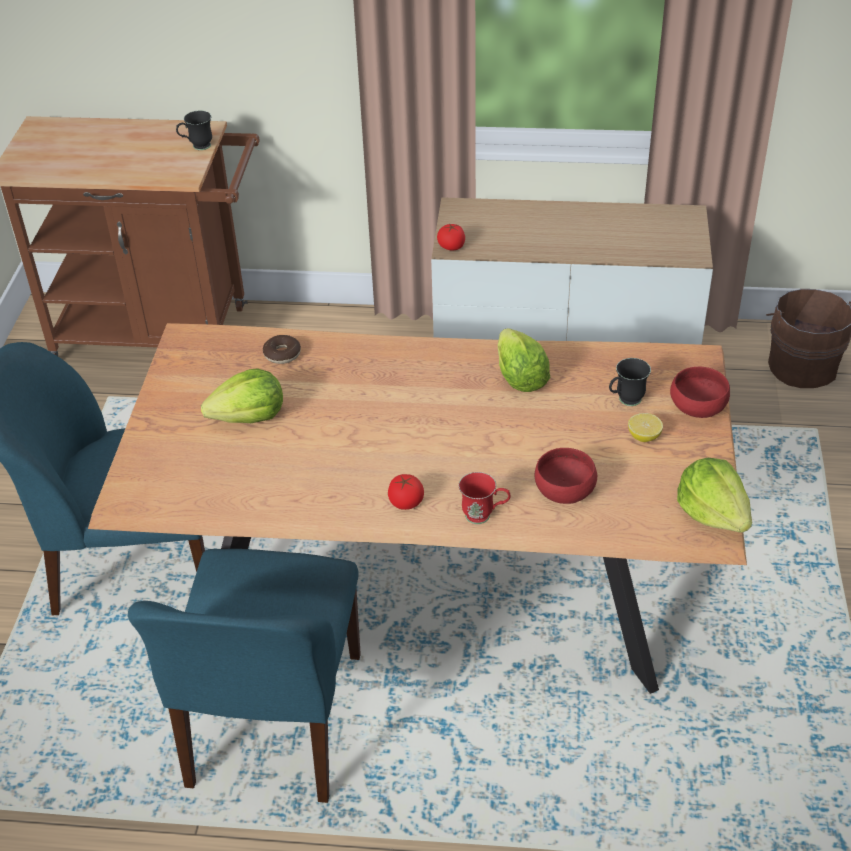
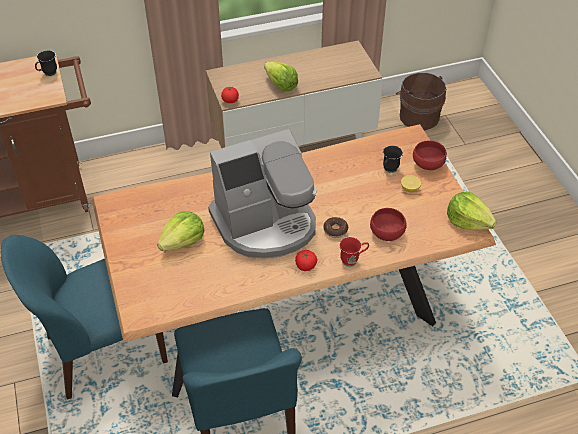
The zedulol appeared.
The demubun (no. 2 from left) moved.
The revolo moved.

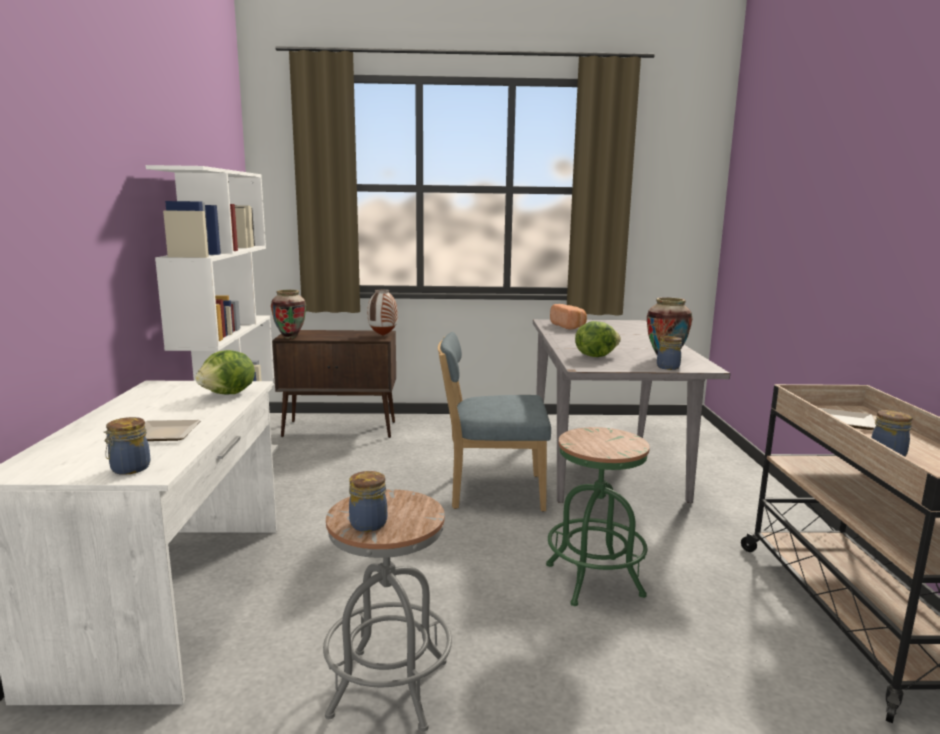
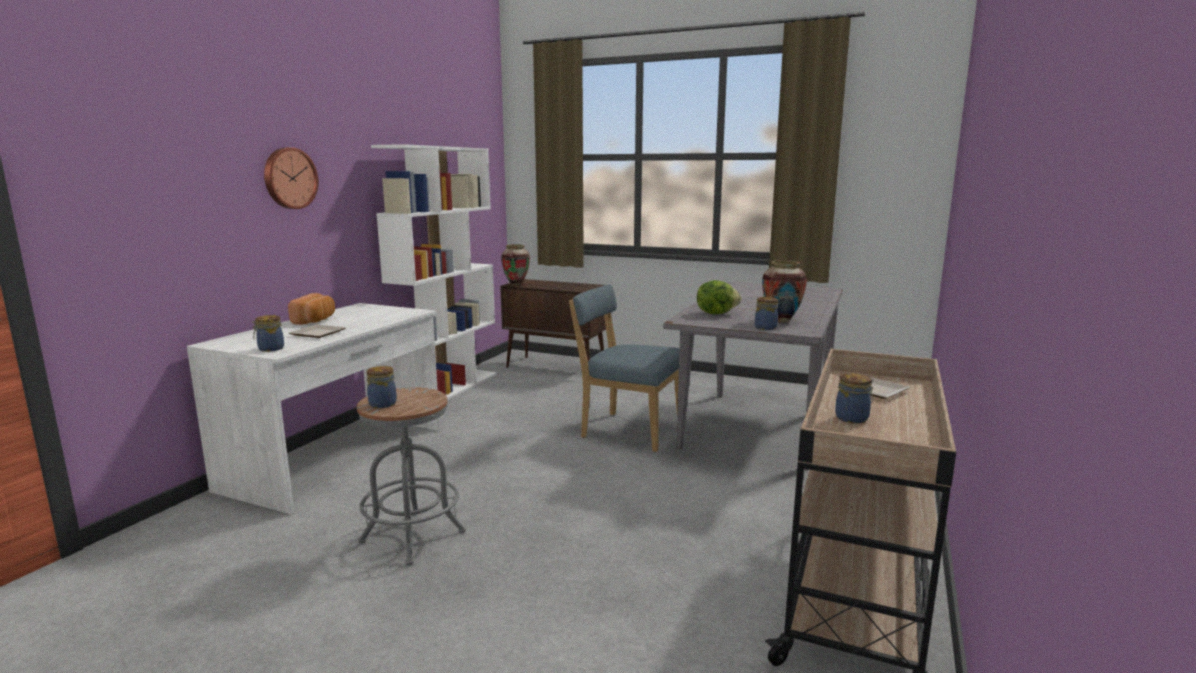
The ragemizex appeared.
The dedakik moved.
The demubun (no. 1 from left) disappeared.
The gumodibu (no. 2 from left) disappeared.
The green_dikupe disappeared.

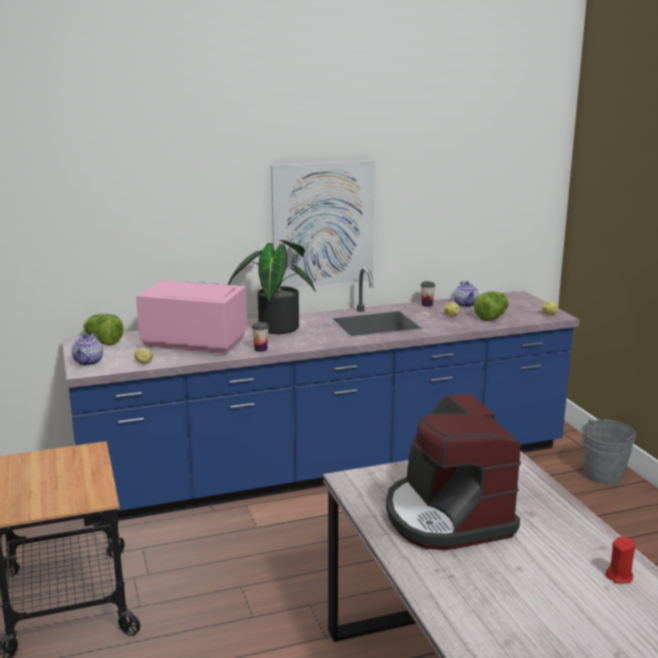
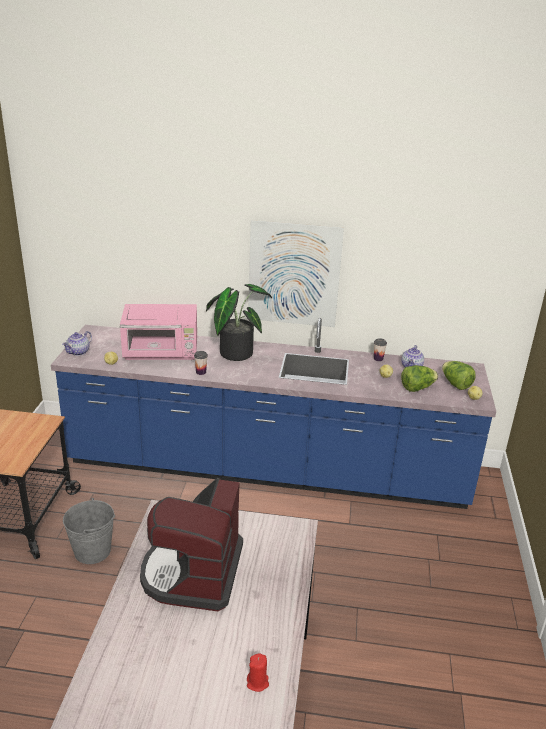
The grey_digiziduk moved.
The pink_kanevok turned 135 degrees clockwise.
The demubun (no. 1 from left in the first image) moved.

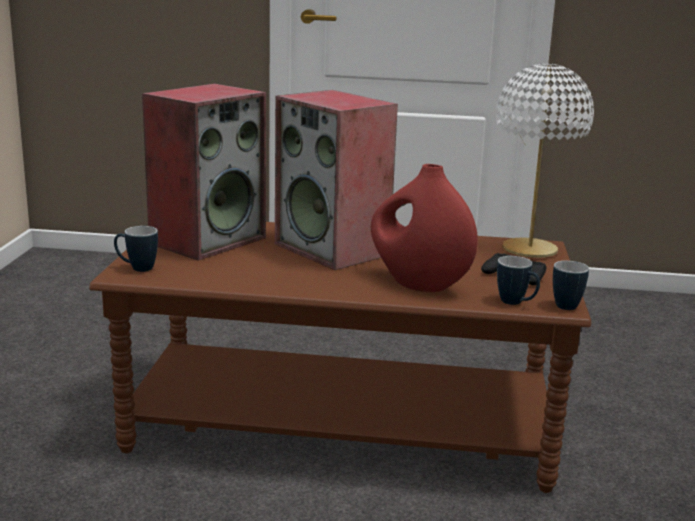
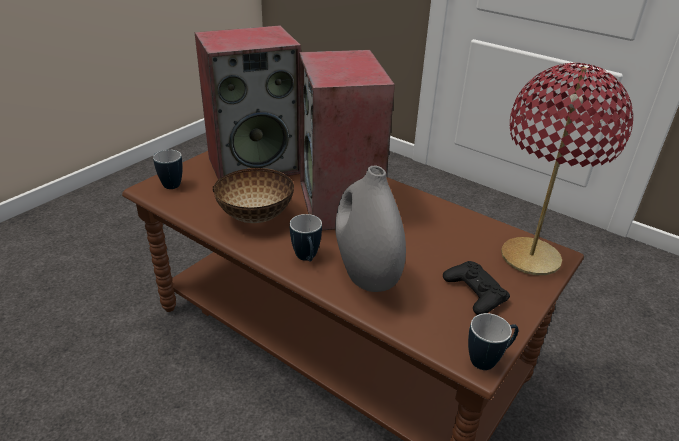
The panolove appeared.
The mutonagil (no. 2 from left) moved.
The red_gumodibu became the grey_gumodibu.
The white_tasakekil became the red_tasakekil.

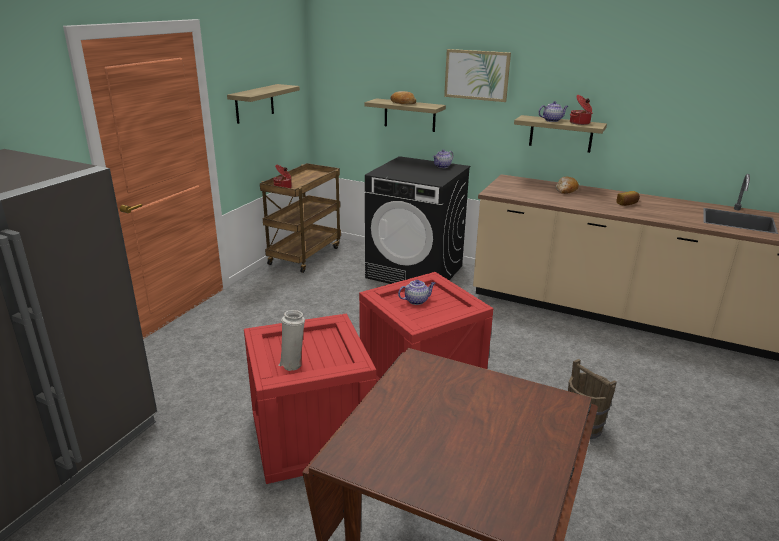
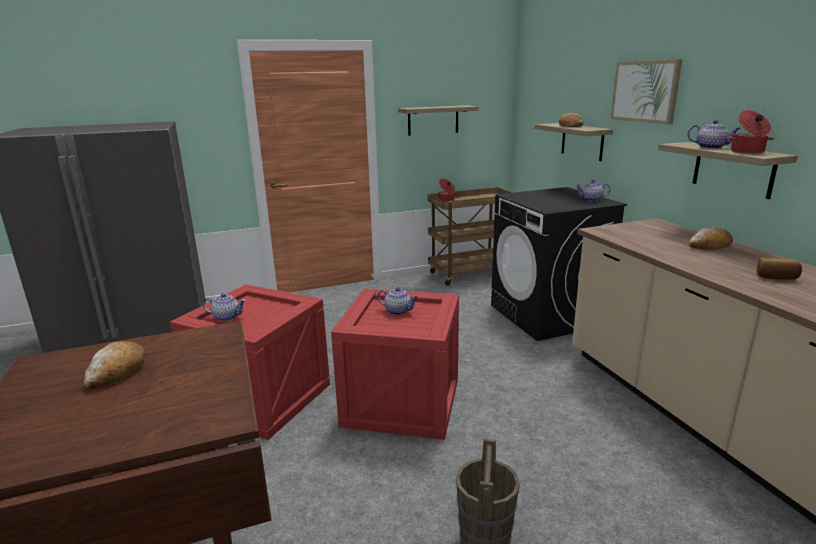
The dedakik (no. 1 from left) appeared.
The white_gumodibu was replaced by the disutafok (no. 1 from left).

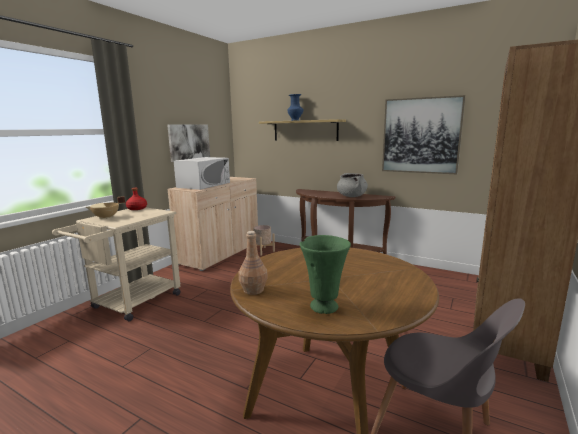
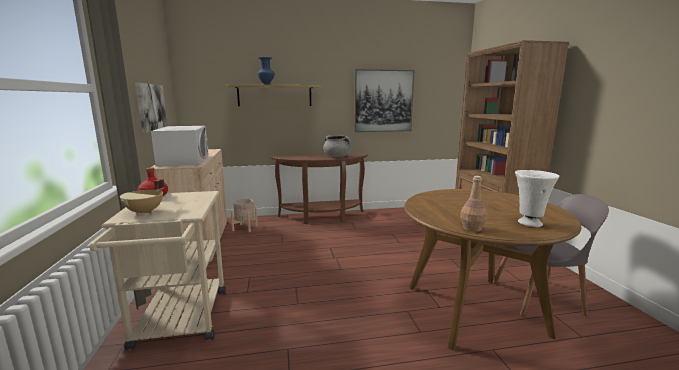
The green_gumodibu became the white_gumodibu.

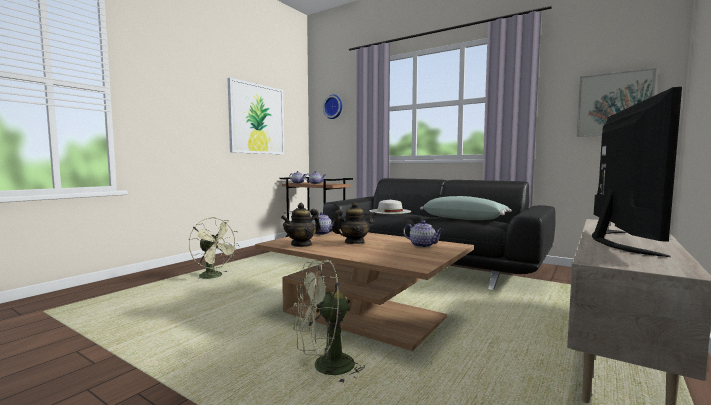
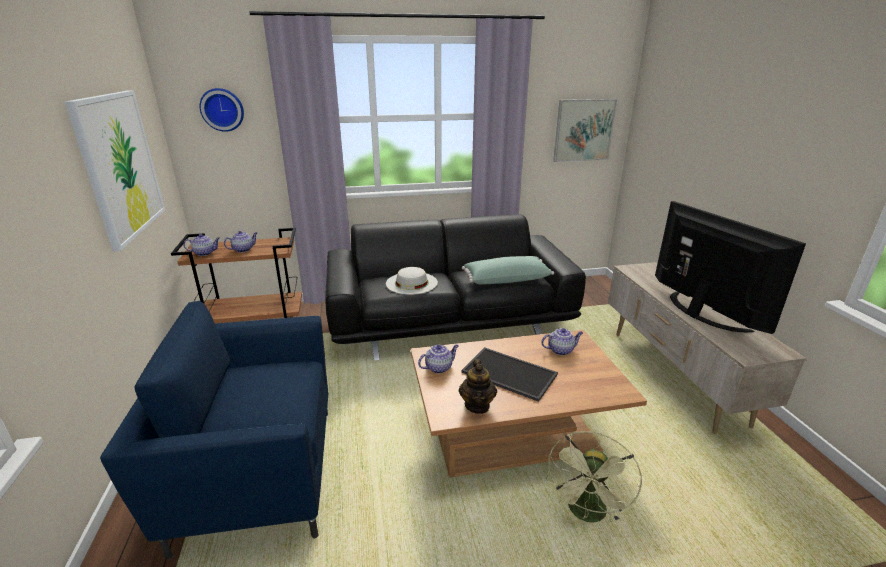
The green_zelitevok (no. 1 from left) was replaced by the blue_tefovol.
The disutafok (no. 5 from left) was replaced by the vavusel.

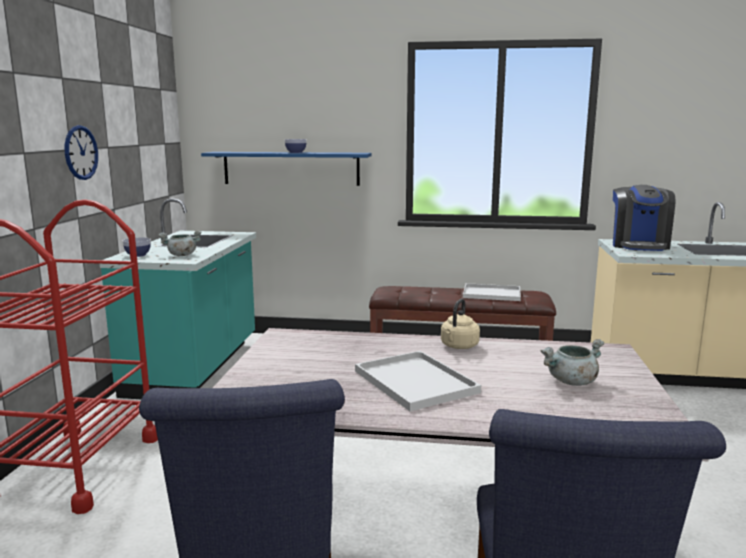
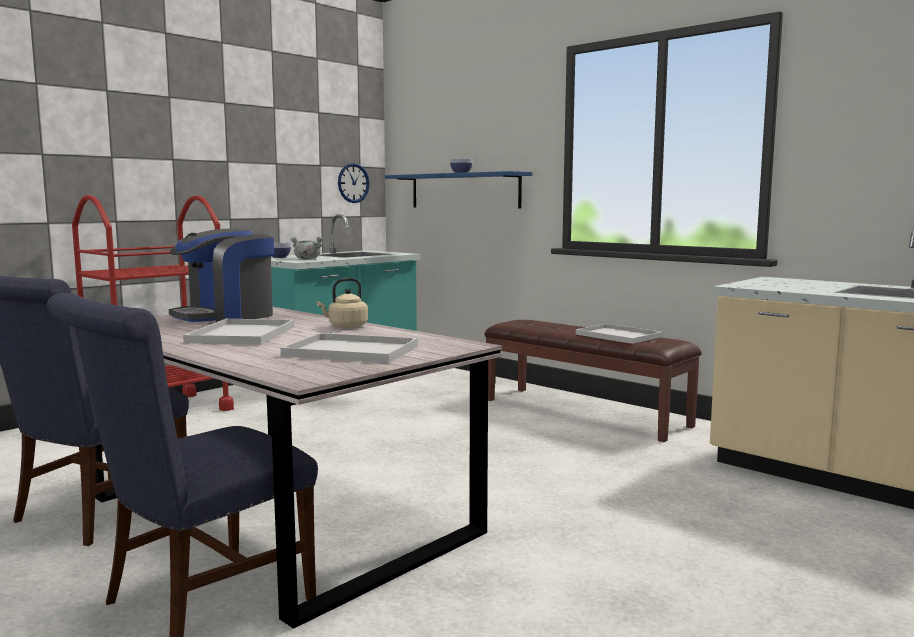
The zedulol moved.
The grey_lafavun (no. 2 from left) was replaced by the white_vavusel (no. 2 from left).
The ragemizex moved.

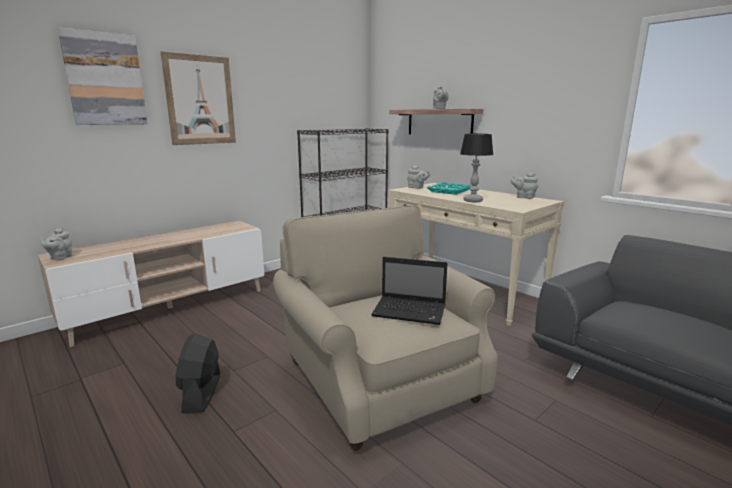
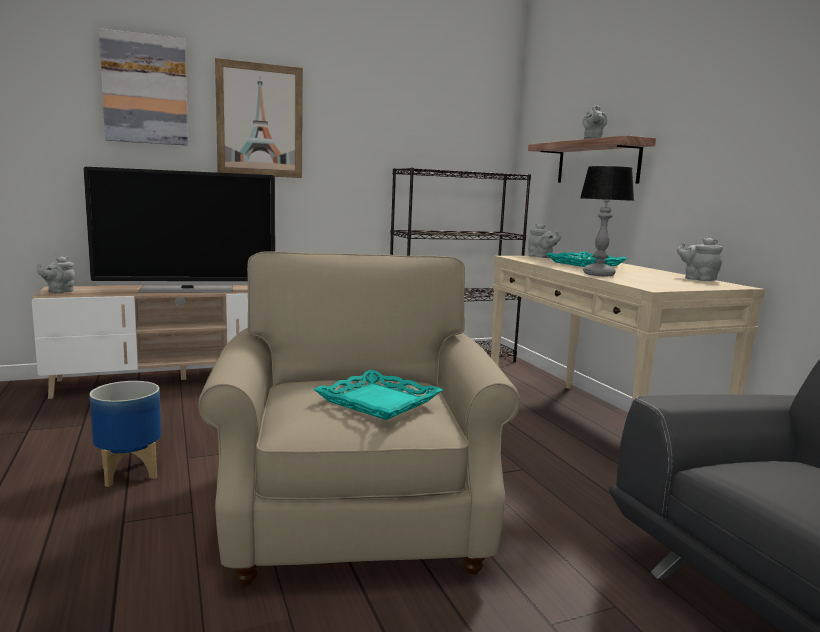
The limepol appeared.
The black_zelitevok was replaced by the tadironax.
The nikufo was replaced by the turquoise_vavusel (no. 1 from left).

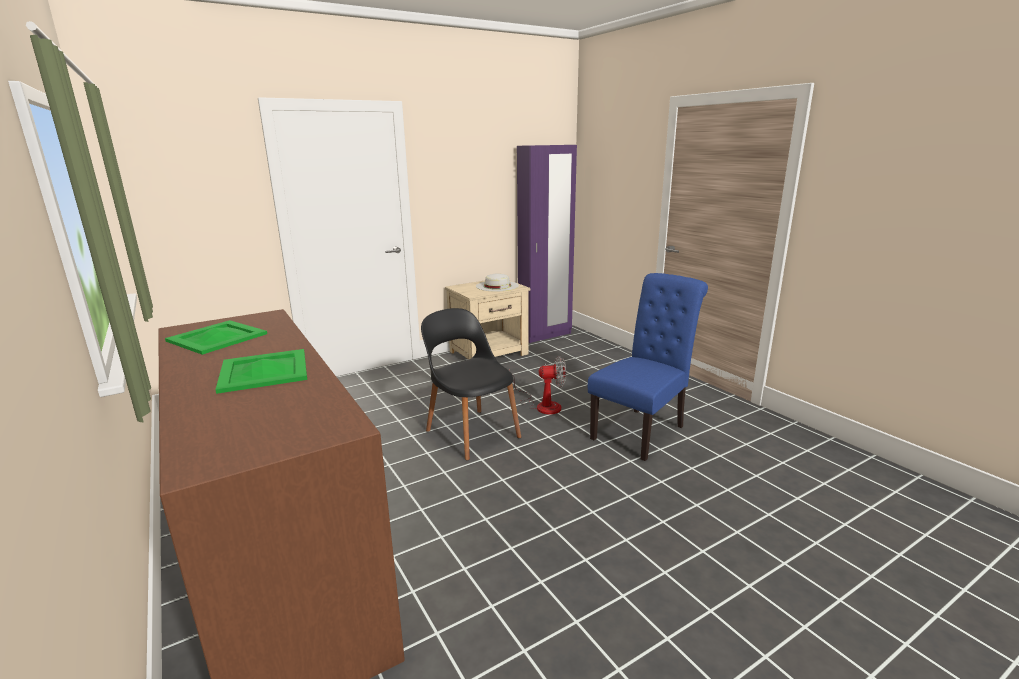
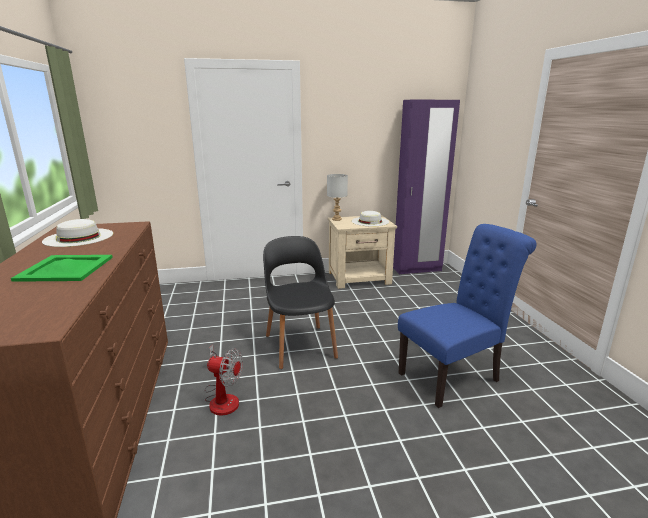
The green_vavusel (no. 1 from left) was replaced by the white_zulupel (no. 1 from left).
The zelitevok moved.
The grey_tasakekil appeared.

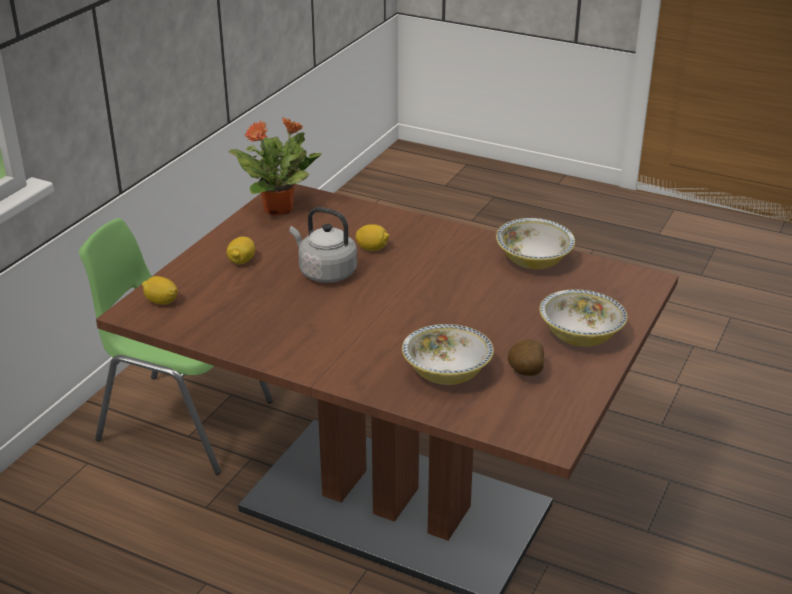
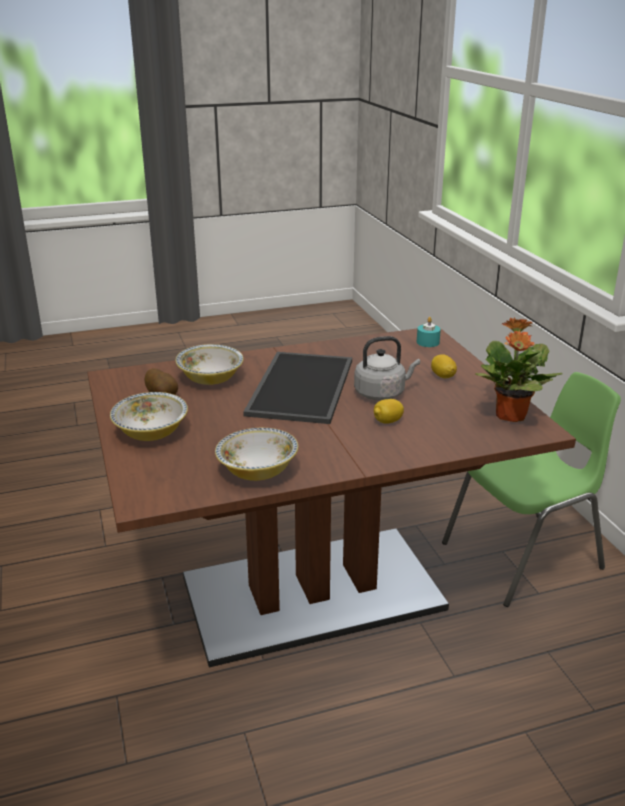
The vavusel appeared.
The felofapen (no. 1 from left) was replaced by the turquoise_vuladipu.

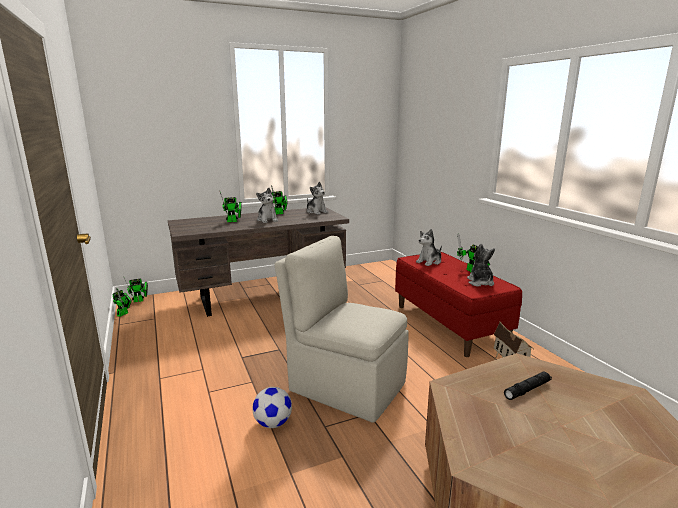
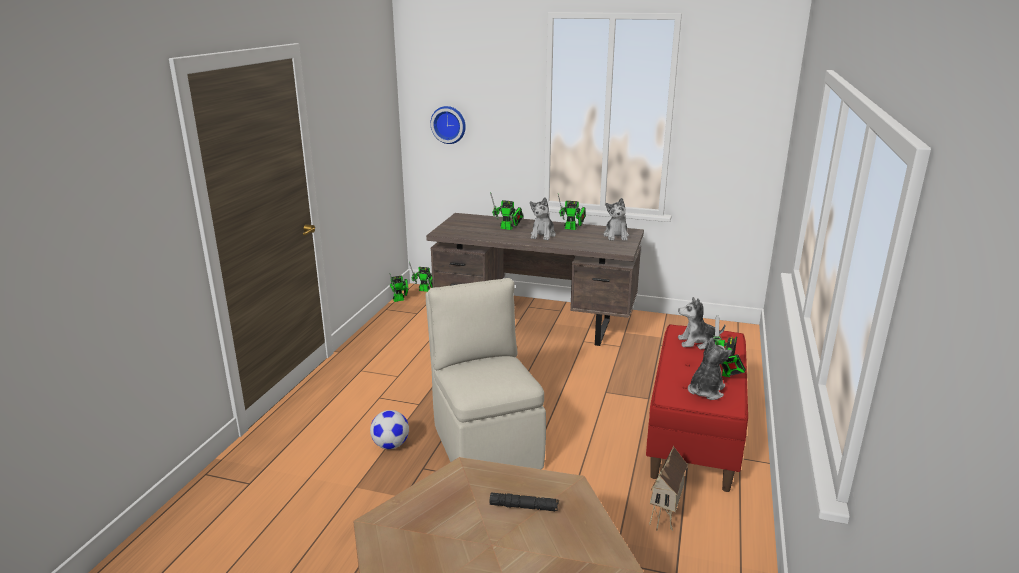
The ragemizex appeared.

